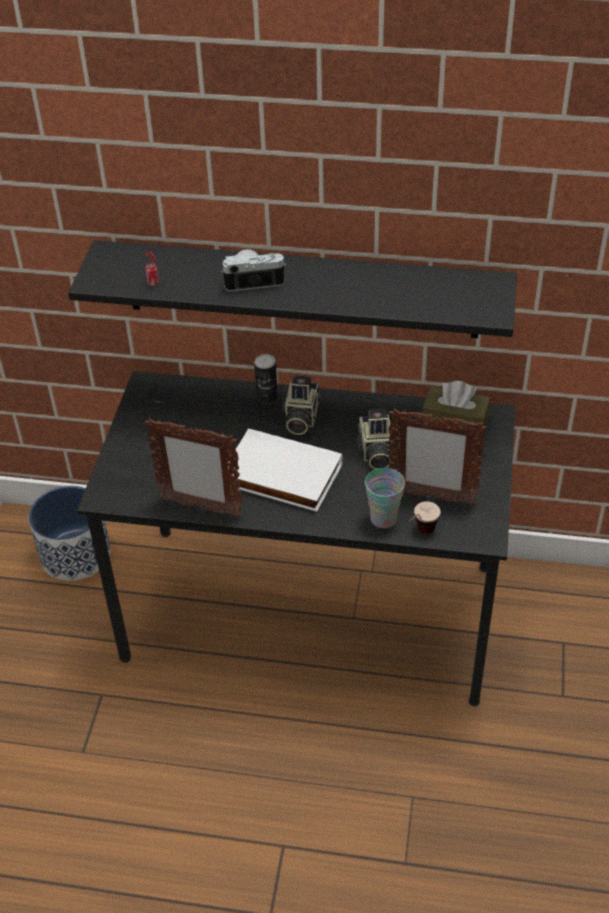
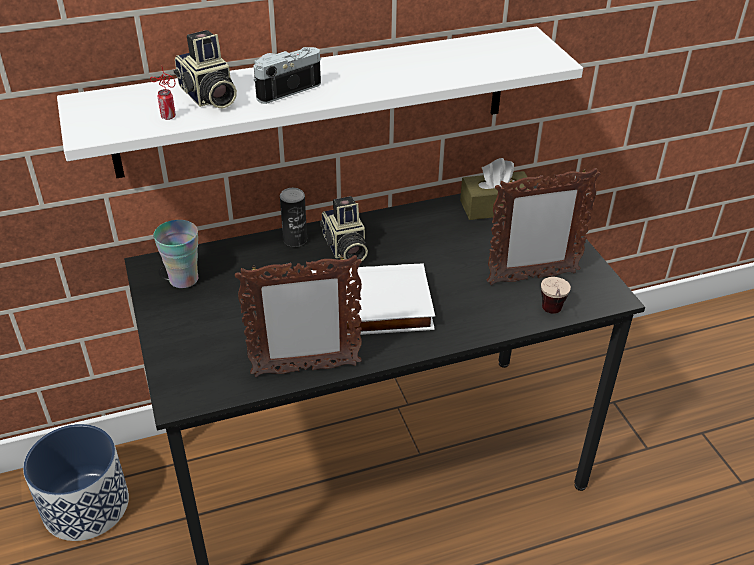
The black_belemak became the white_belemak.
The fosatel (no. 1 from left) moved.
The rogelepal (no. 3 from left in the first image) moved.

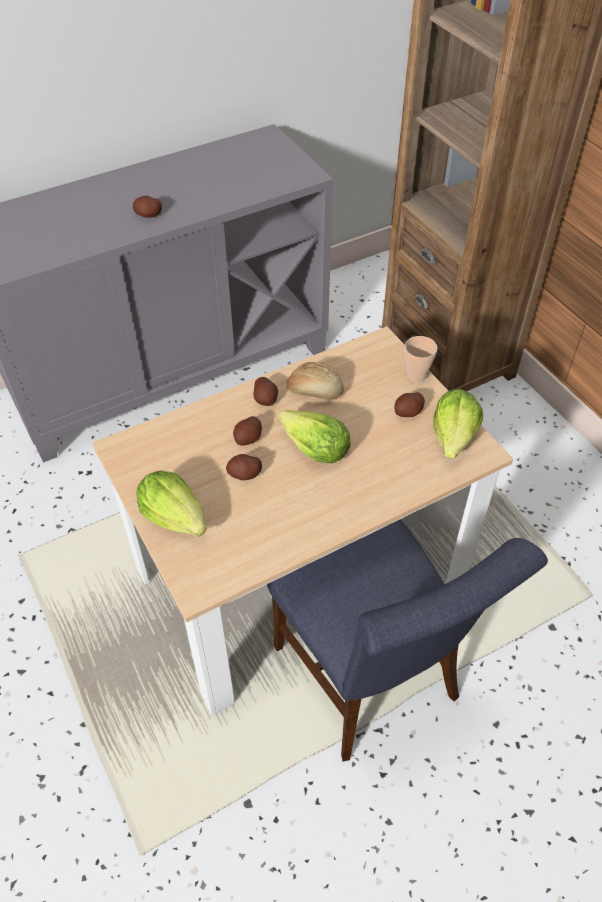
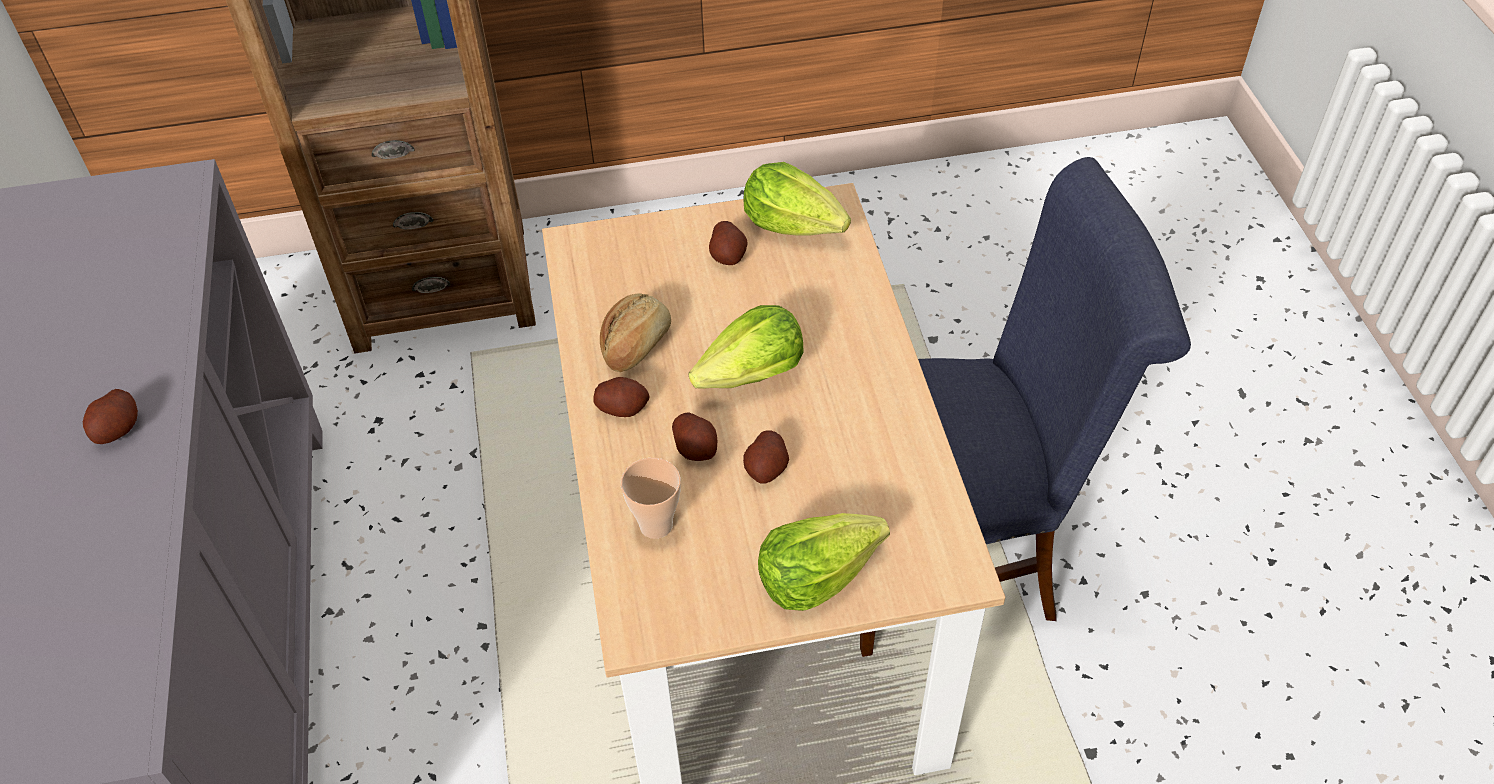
The fosatel moved.

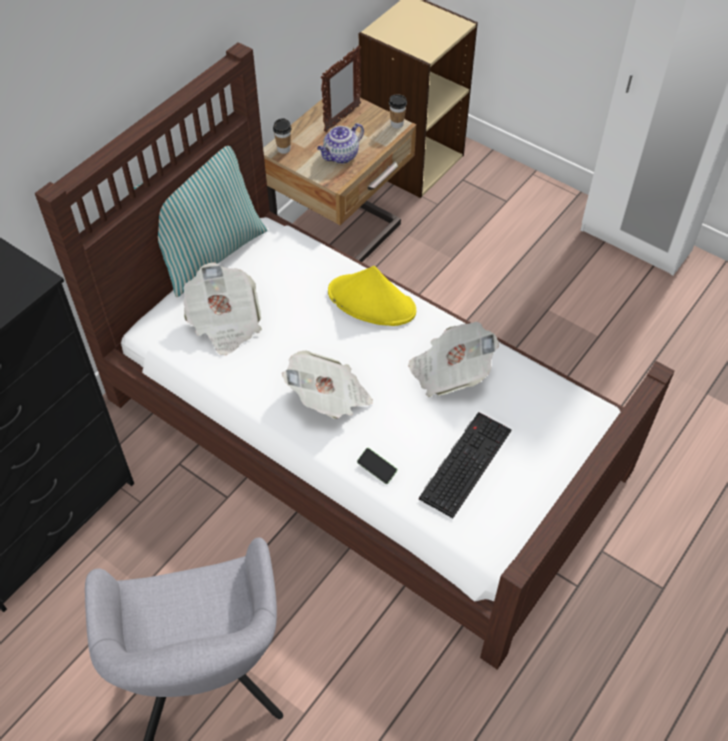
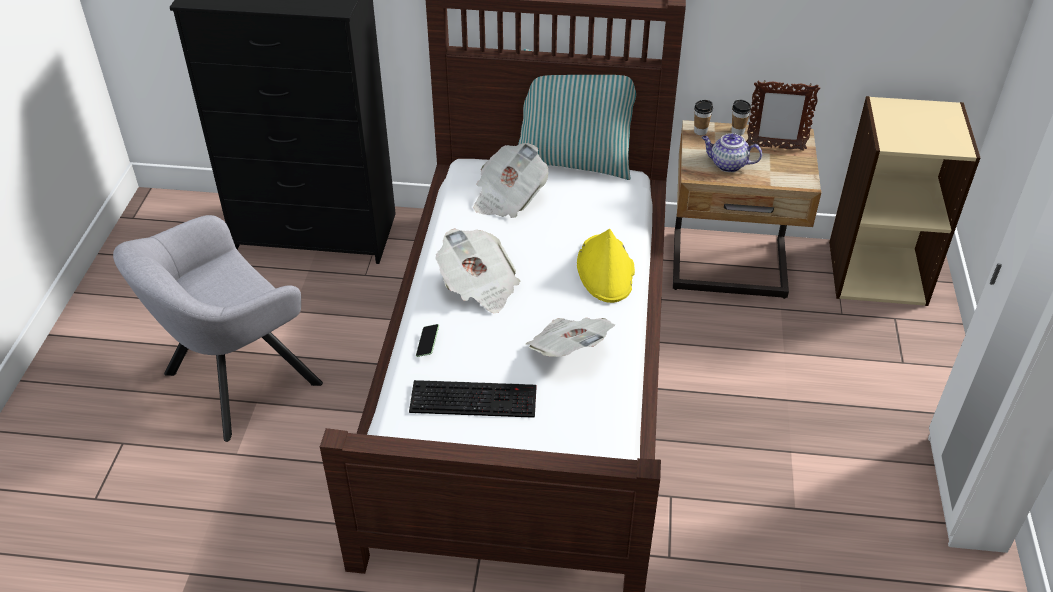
The fosatel (no. 2 from left) moved.

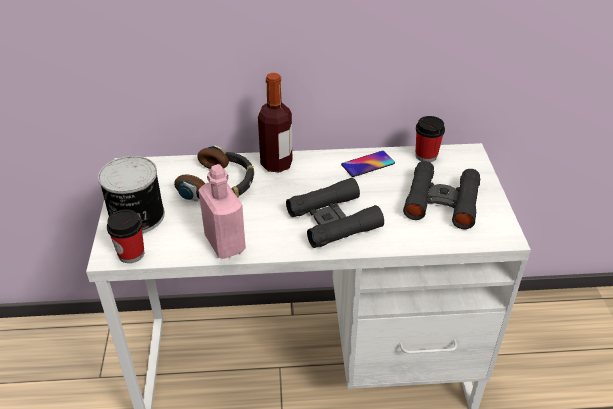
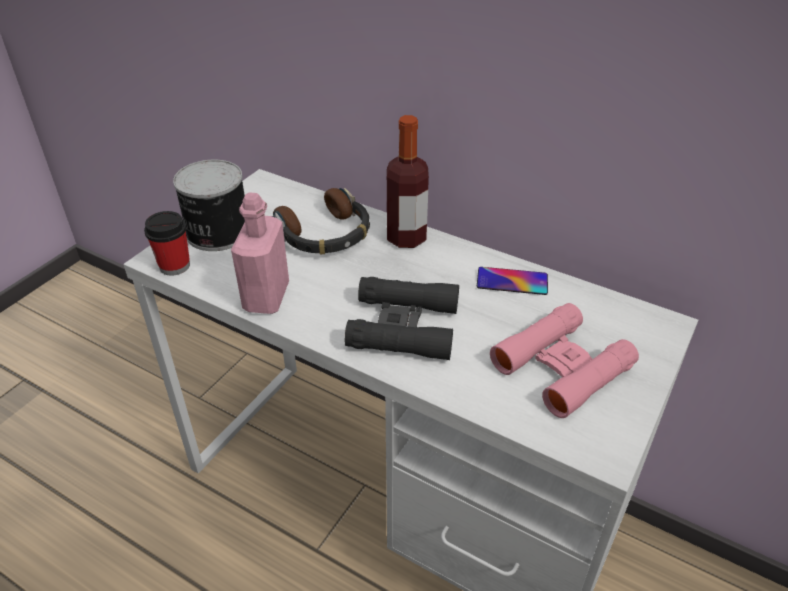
The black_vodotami (no. 2 from left) became the pink_vodotami.
The fosatel (no. 2 from left) disappeared.

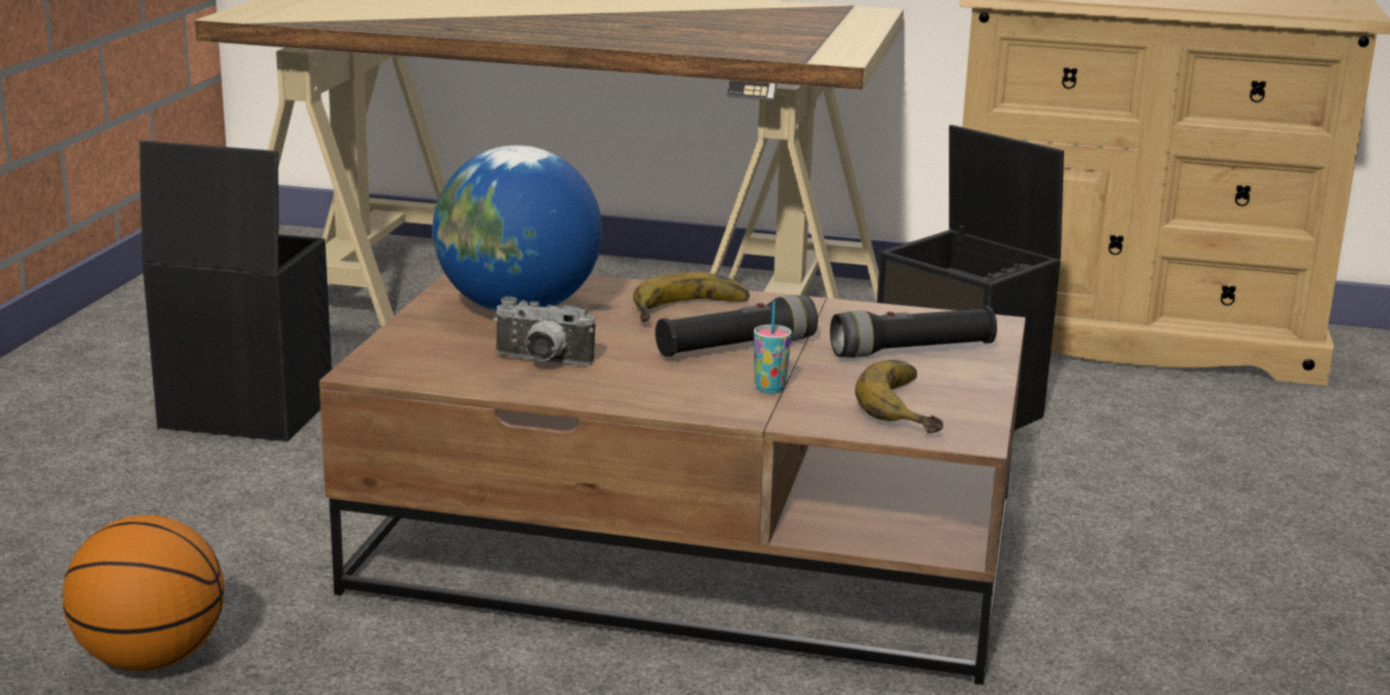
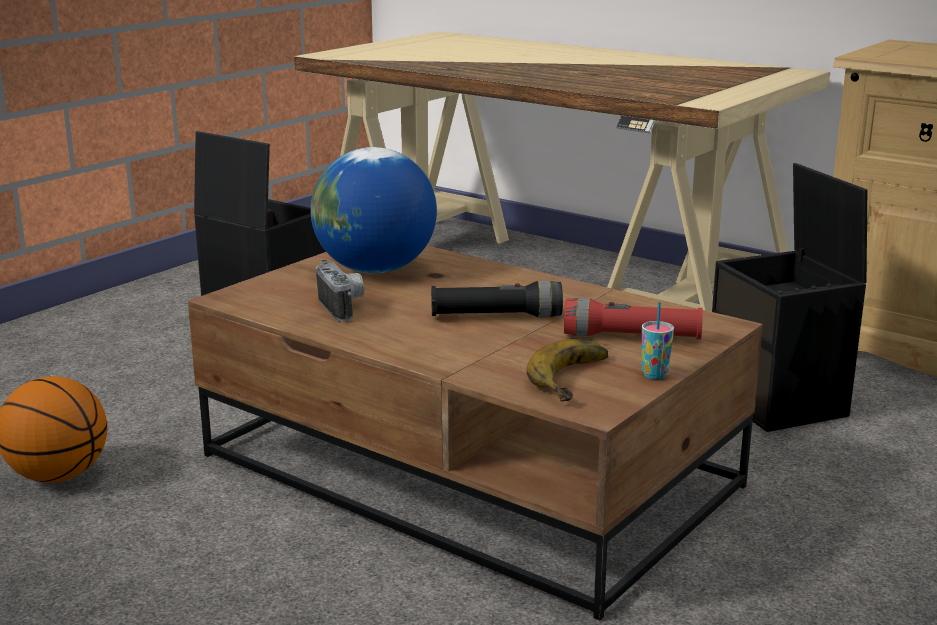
The rogelepal turned 150 degrees counterclockwise.
The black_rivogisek (no. 2 from left) became the red_rivogisek.
The fosatel moved.
The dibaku (no. 1 from left) disappeared.

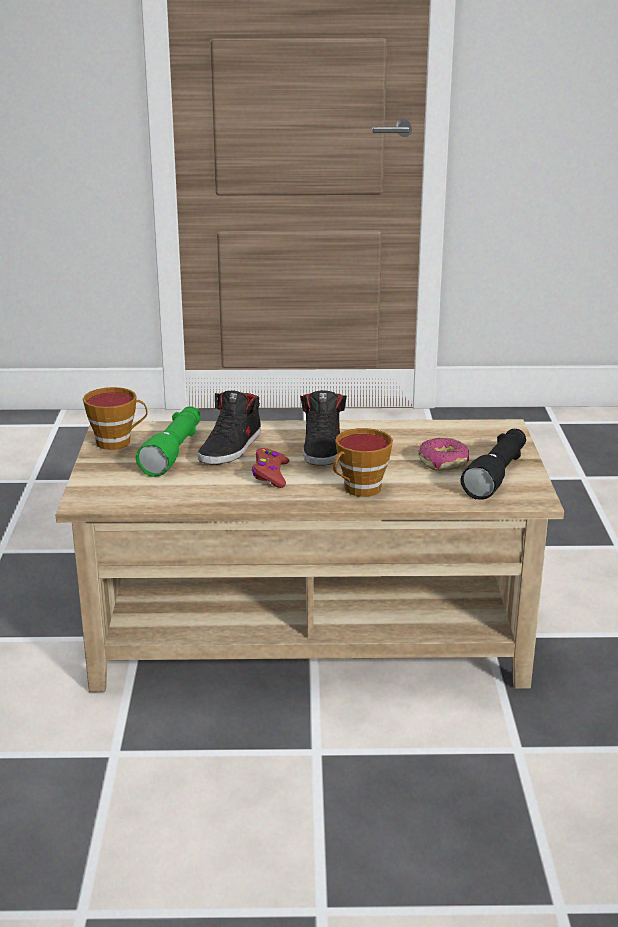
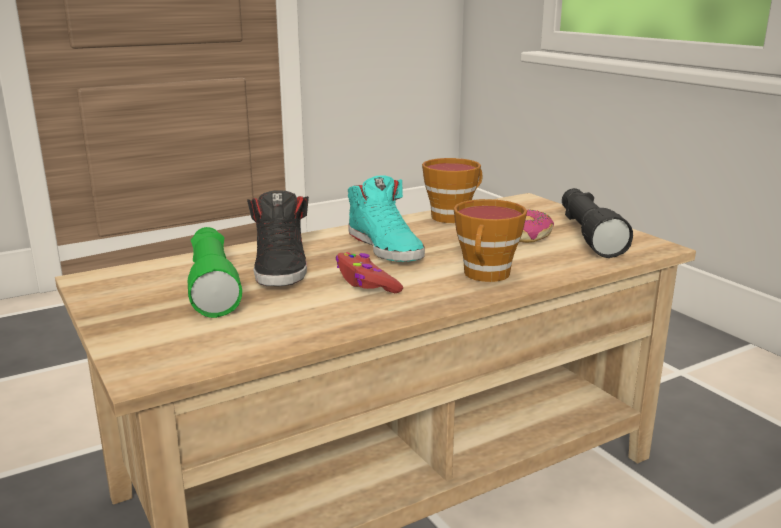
The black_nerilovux (no. 2 from left) became the turquoise_nerilovux.
The fosatel (no. 1 from left) moved.

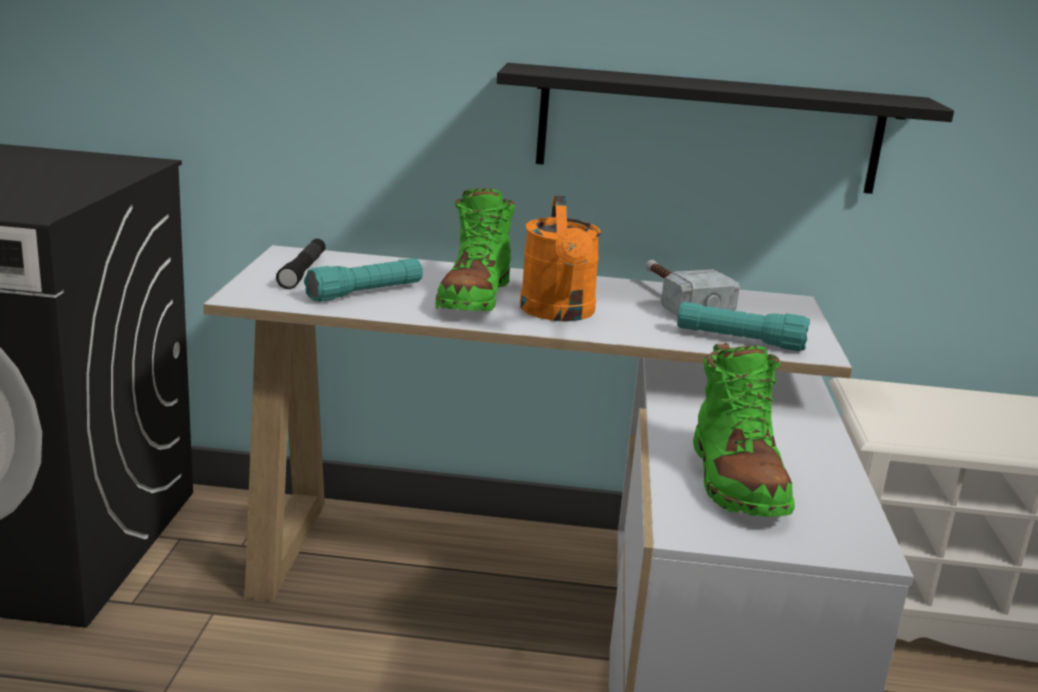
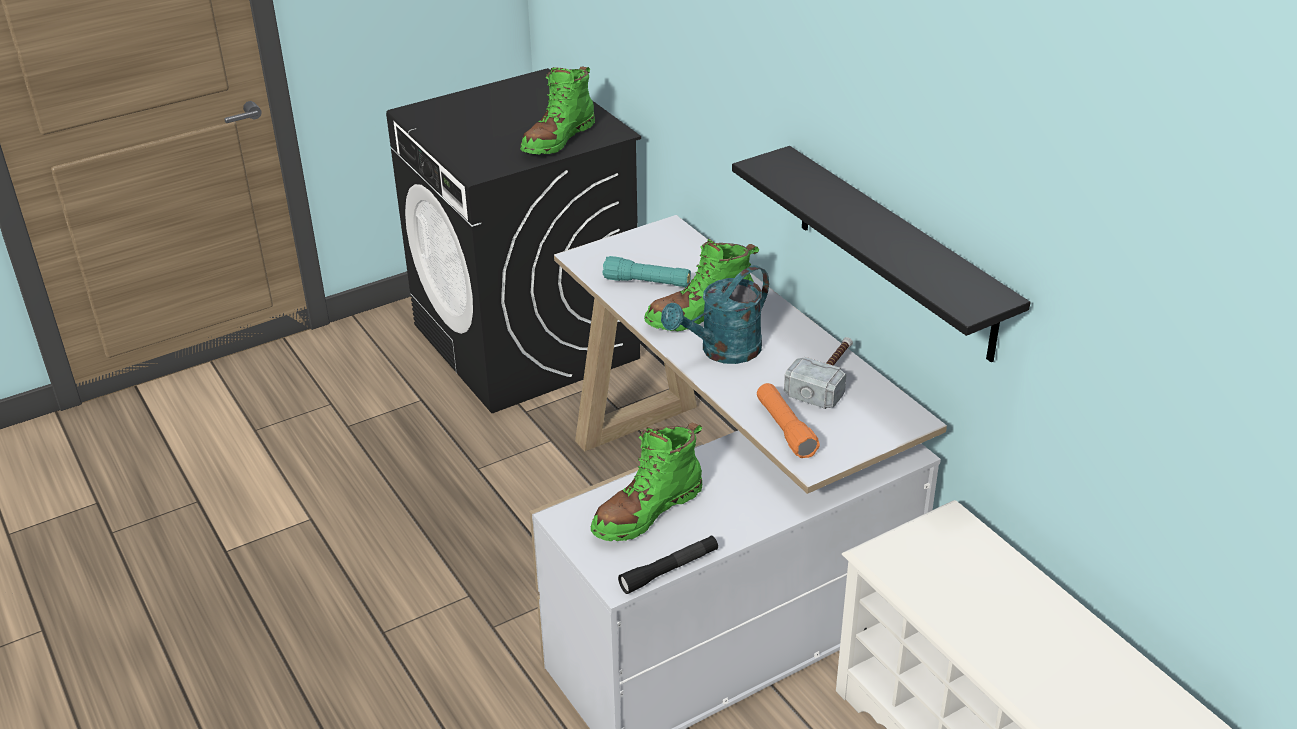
The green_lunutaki (no. 1 from left) appeared.
The black_rivogisek moved.
The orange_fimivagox became the turquoise_fimivagox.
The turquoise_rivogisek (no. 2 from left) became the orange_rivogisek.

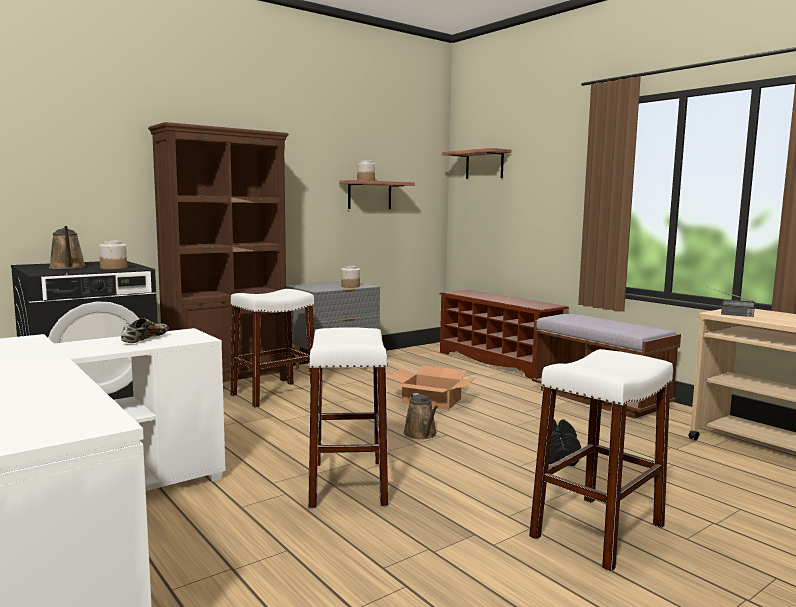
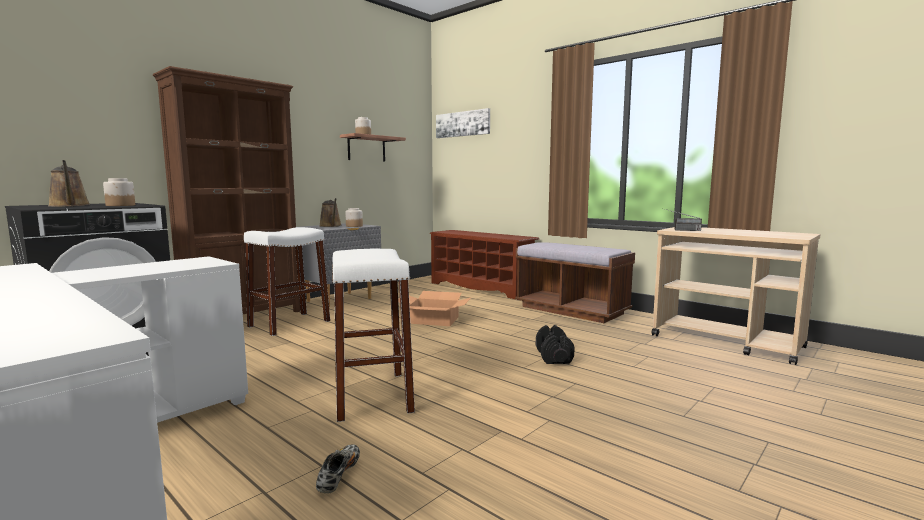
The nerilovux moved.
The brown_fimivagox (no. 2 from left) moved.
The belemak (no. 2 from left) was replaced by the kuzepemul.
The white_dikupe (no. 3 from left) disappeared.

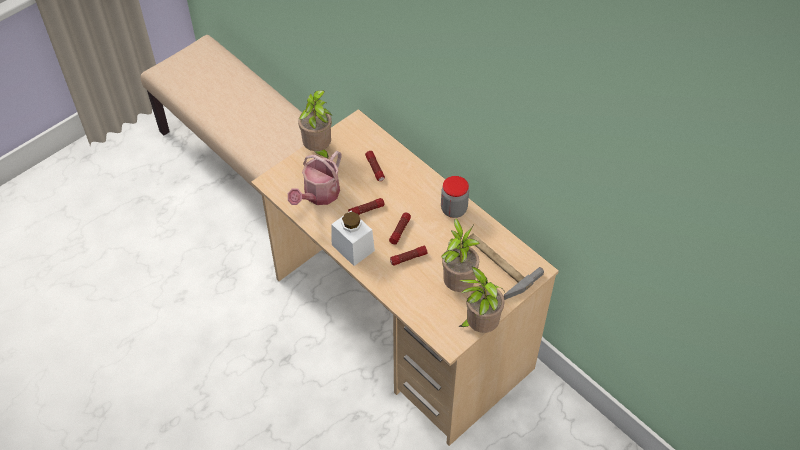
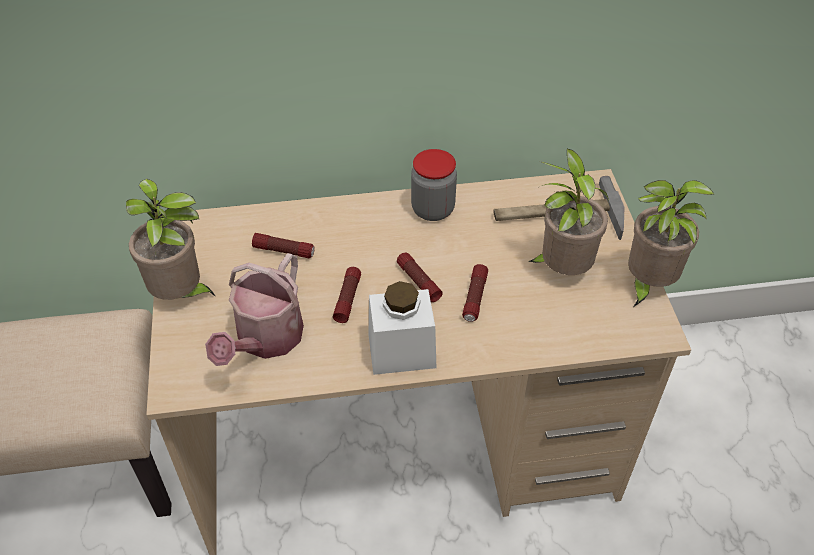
The fimivagox turned 45 degrees clockwise.

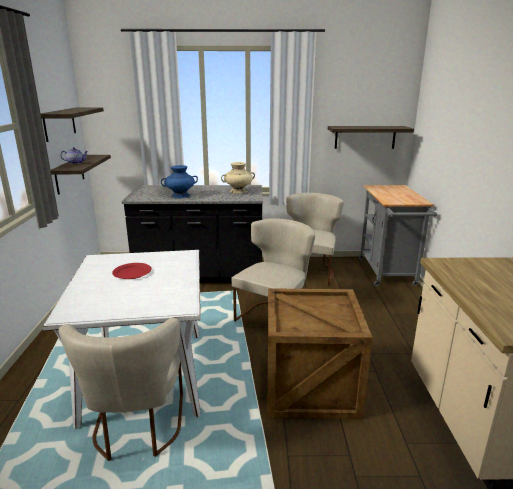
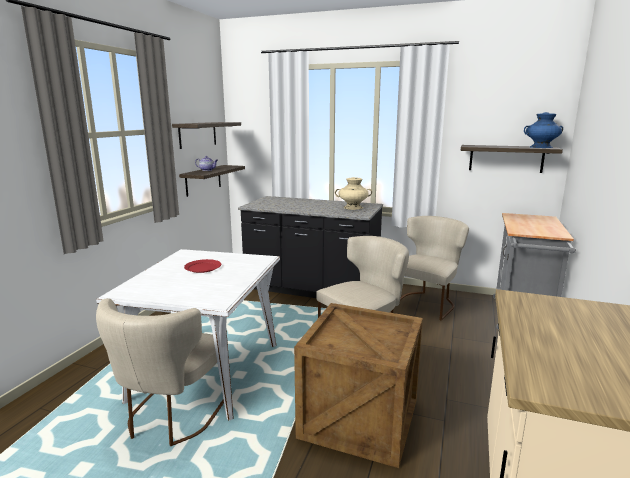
The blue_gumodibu moved.

